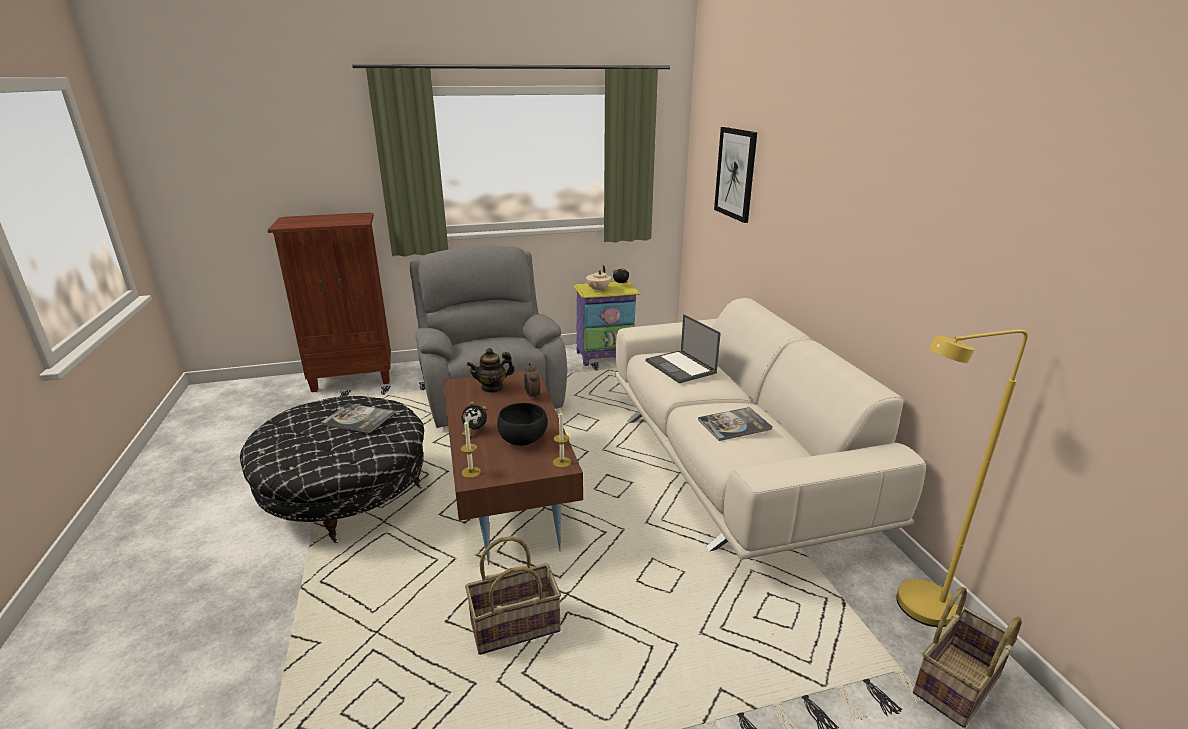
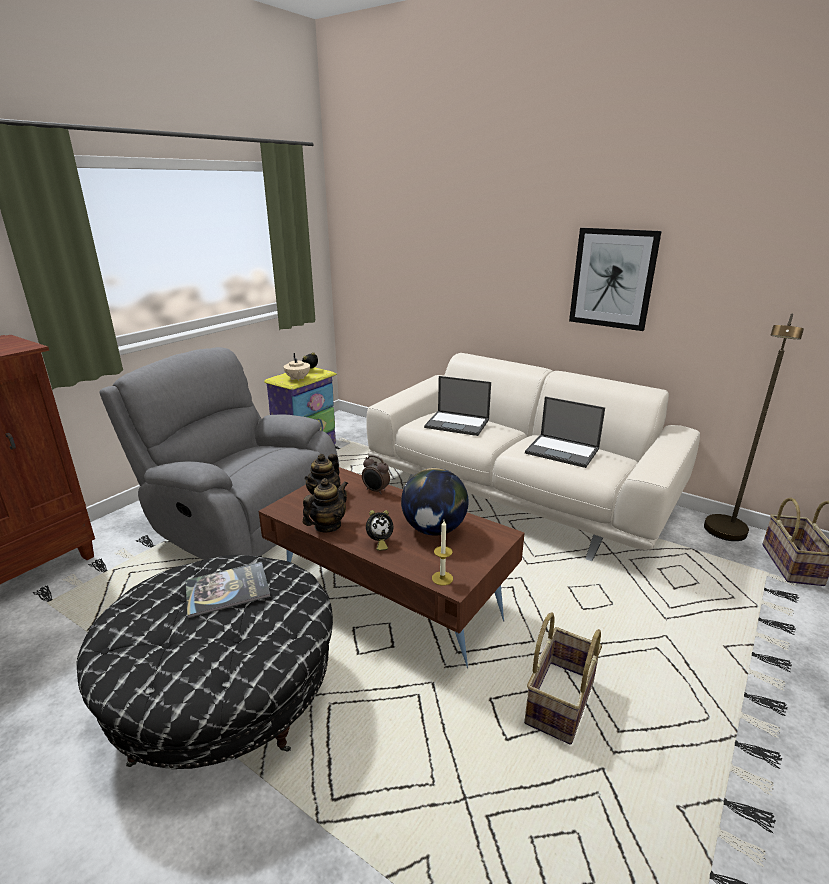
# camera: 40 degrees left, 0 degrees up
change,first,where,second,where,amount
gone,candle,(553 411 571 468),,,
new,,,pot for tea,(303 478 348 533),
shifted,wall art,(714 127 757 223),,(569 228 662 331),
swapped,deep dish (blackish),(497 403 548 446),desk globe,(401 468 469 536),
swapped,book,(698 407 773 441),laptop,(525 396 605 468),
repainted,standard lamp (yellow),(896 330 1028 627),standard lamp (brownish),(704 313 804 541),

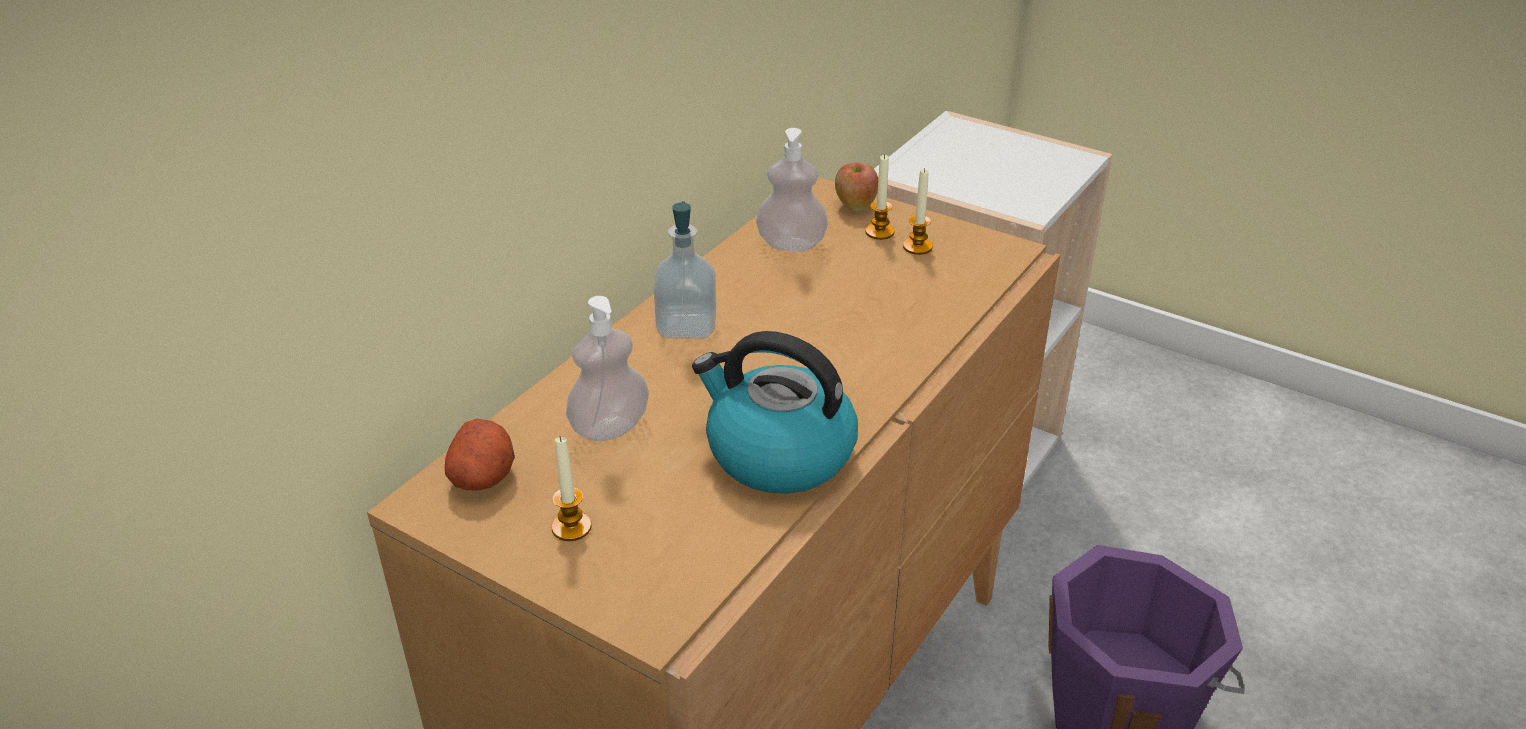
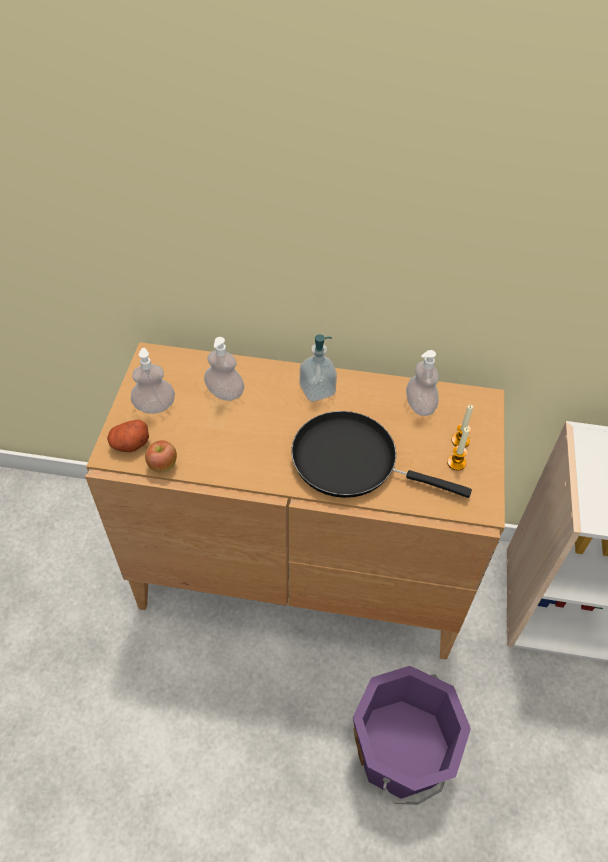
# camera: 65 degrees right, 15 degrees up
change,first,where,second,where,amount
gone,tea kettle,(692 331 858 493),,,
new,,,skillet (blackish),(291 411 472 498),
shifted,spud,(445 419 515 490),,(107 420 149 452),
shifted,apple fruit,(835 162 878 212),,(145 440 177 472),
swapped,candle,(551 436 592 541),liquid soap bottle,(131 348 175 414),

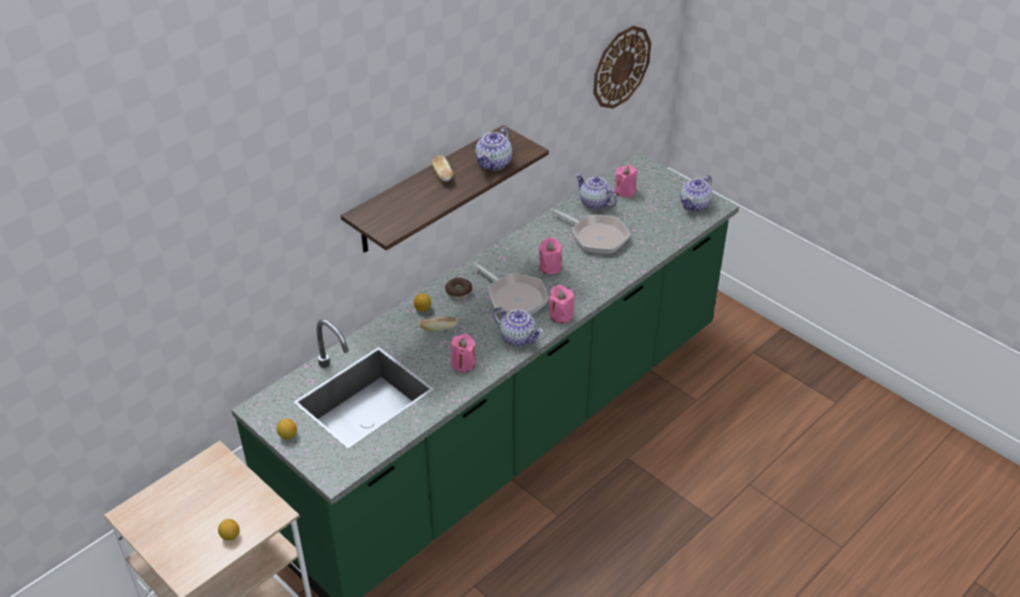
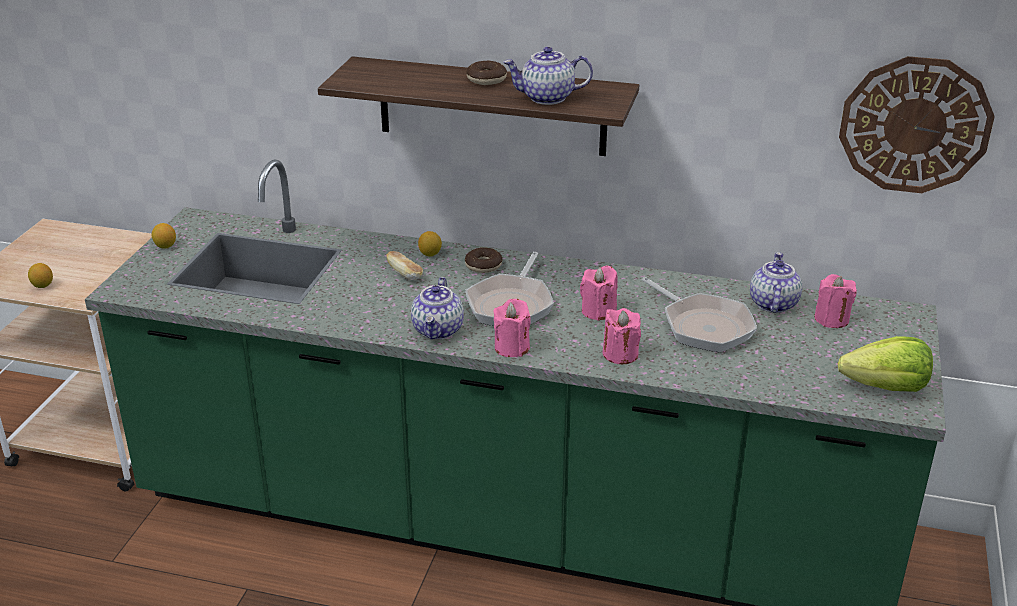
# camera: 60 degrees right, 10 degrees down
change,first,where,second,where,amount
shifted,candle (pink),(450 334 476 372),,(603 308 641 364),
swapped,baked bread,(432 155 453 182),ring doughnut,(466 61 507 85),
swapped,pot for tea,(680 175 713 211),lettuce head,(838 336 933 392),
rotated,skillet,(551 208 631 254),,(642 277 757 352),45 degrees counterclockwise

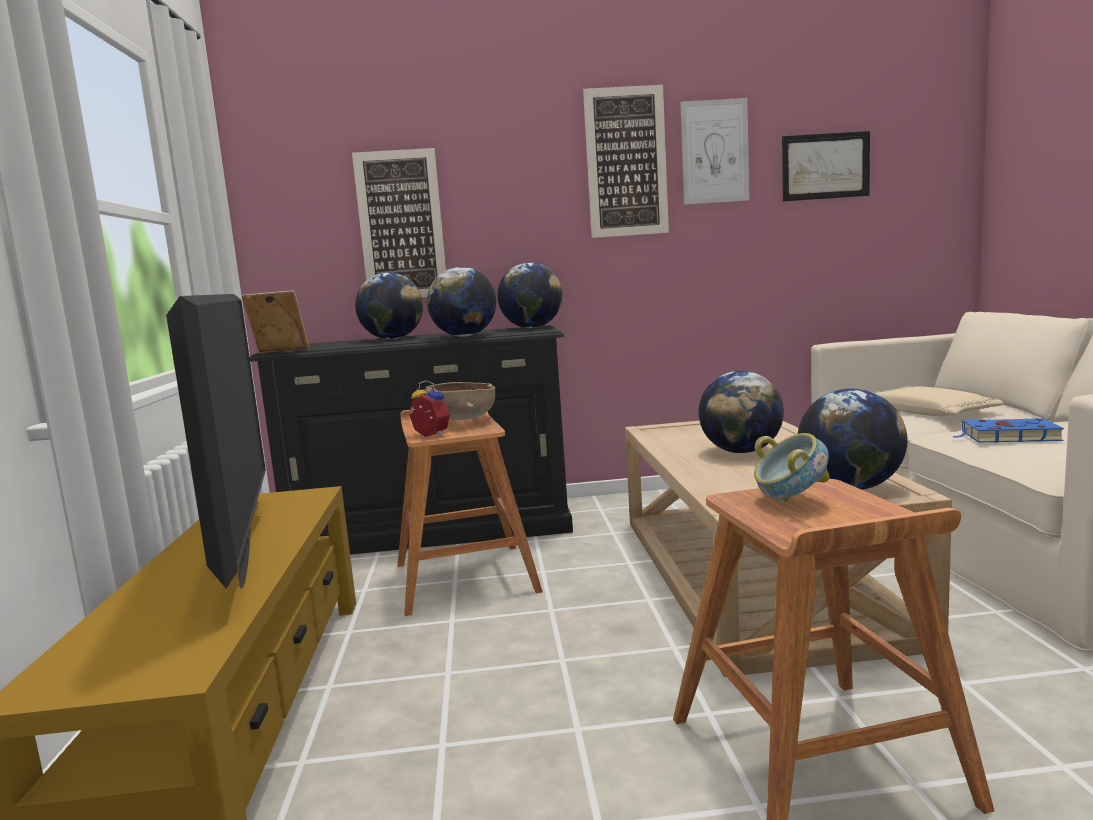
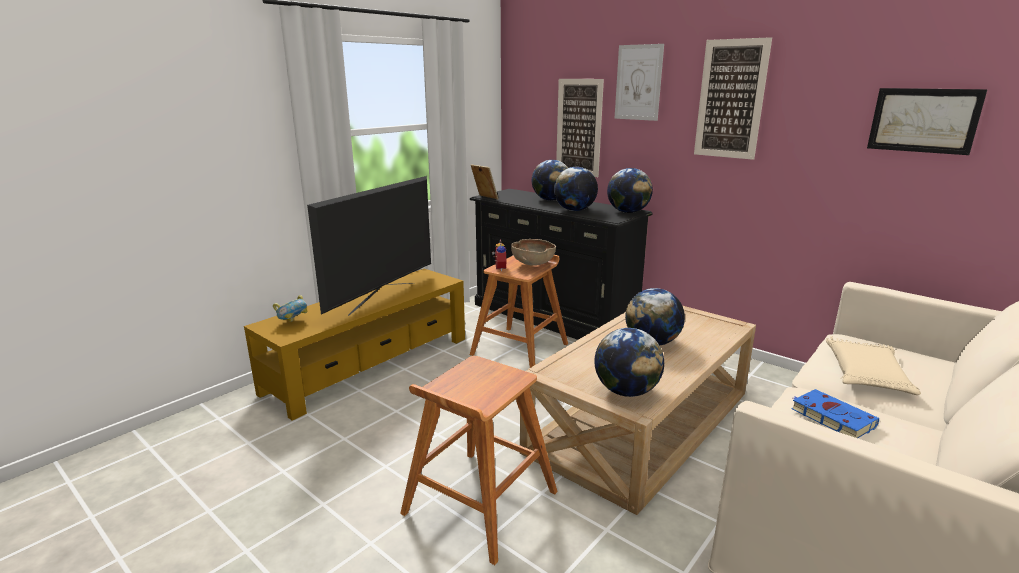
# camera: 45 degrees right, 10 degrees up
change,first,where,second,where,amount
shifted,wall art,(680 98 749 205),,(614 44 664 121),
shifted,deep dish,(754 433 830 503),,(273 295 308 322),

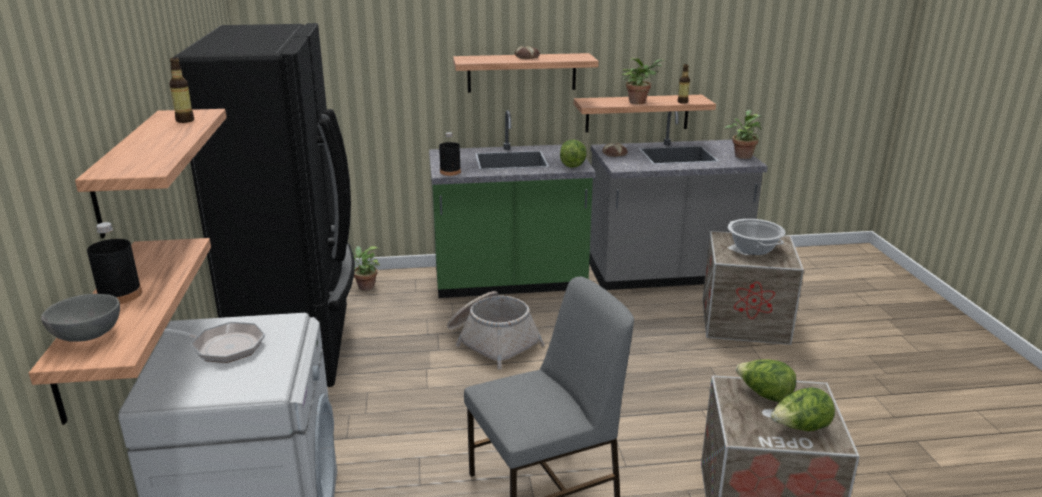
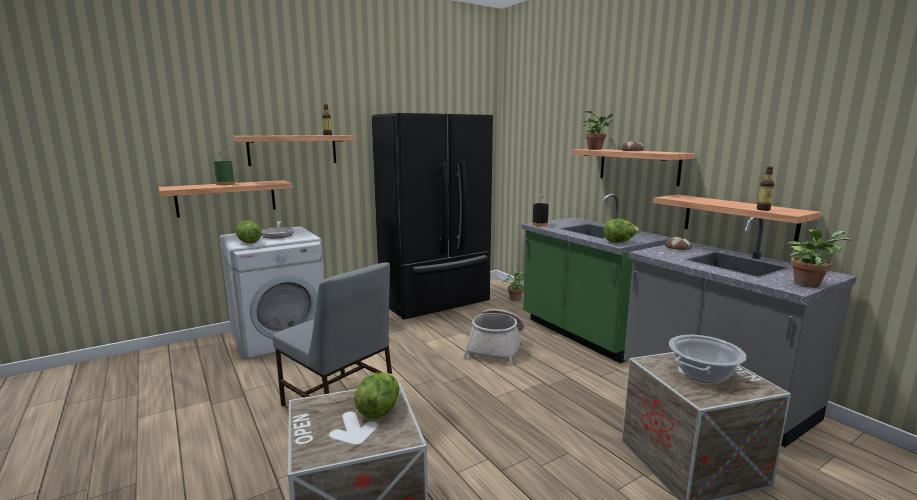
# camera: 65 degrees right, 10 degrees down
change,first,where,second,where,amount
gone,deep dish (gray),(41 294 120 342),,,
shifted,houseplant,(622 58 665 104),,(582 111 615 150),
shifted,lettuce head,(771 387 835 431),,(236 220 262 244),
repainted,bottle (blackish),(87 222 142 304),bottle (green-coloured),(214 151 235 185),

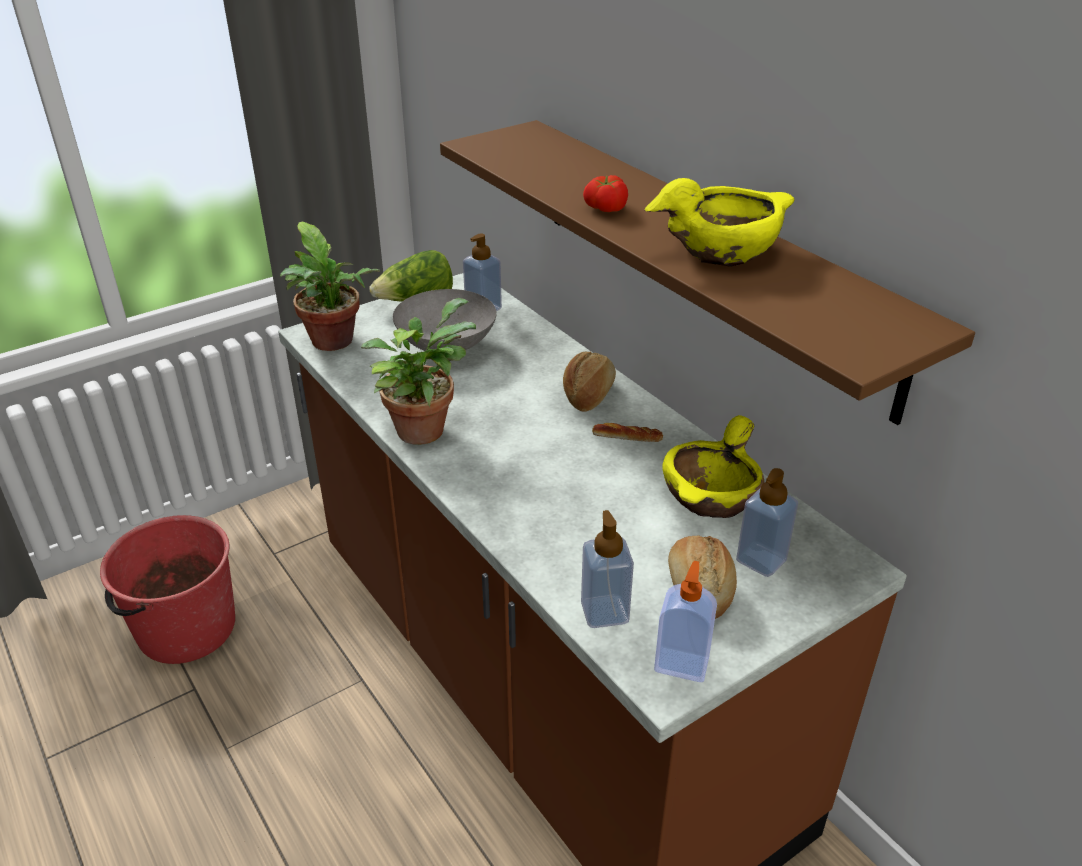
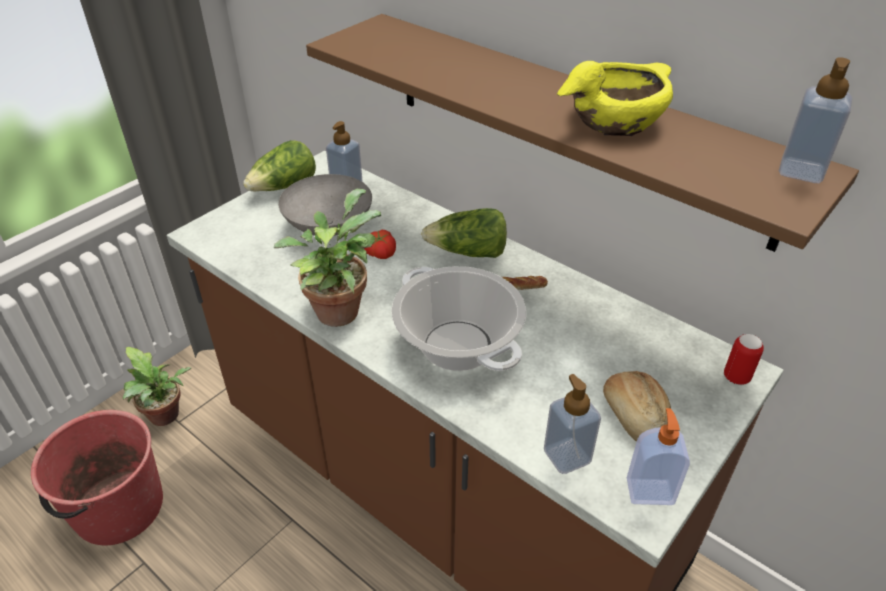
# camera: 15 degrees left, 5 degrees up
change,first,where,second,where,amount
gone,deep dish (yellow),(662 415 764 518),,,
new,,,saucepot,(391 266 526 371),
new,,,sealed can,(724 334 764 385),
shifted,houseplant,(280 221 380 351),,(123 347 191 426),
shifted,tomato,(583 175 628 212),,(364 230 396 259),
shifted,liquid soap bottle,(736 468 798 577),,(779 57 852 183),
swapped,baked bread,(563 351 616 412),lettuce head,(421 208 507 258),

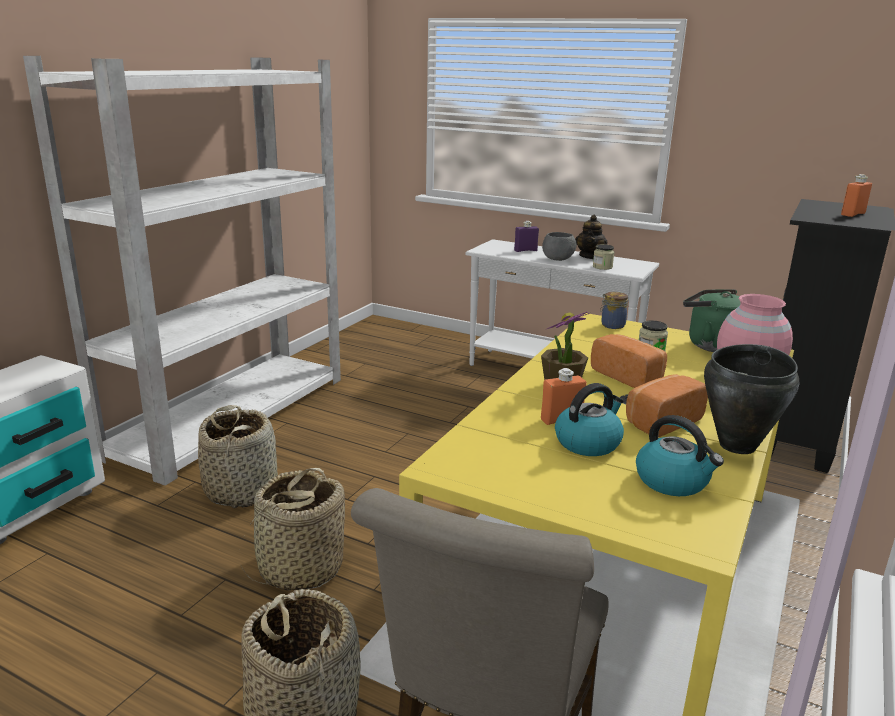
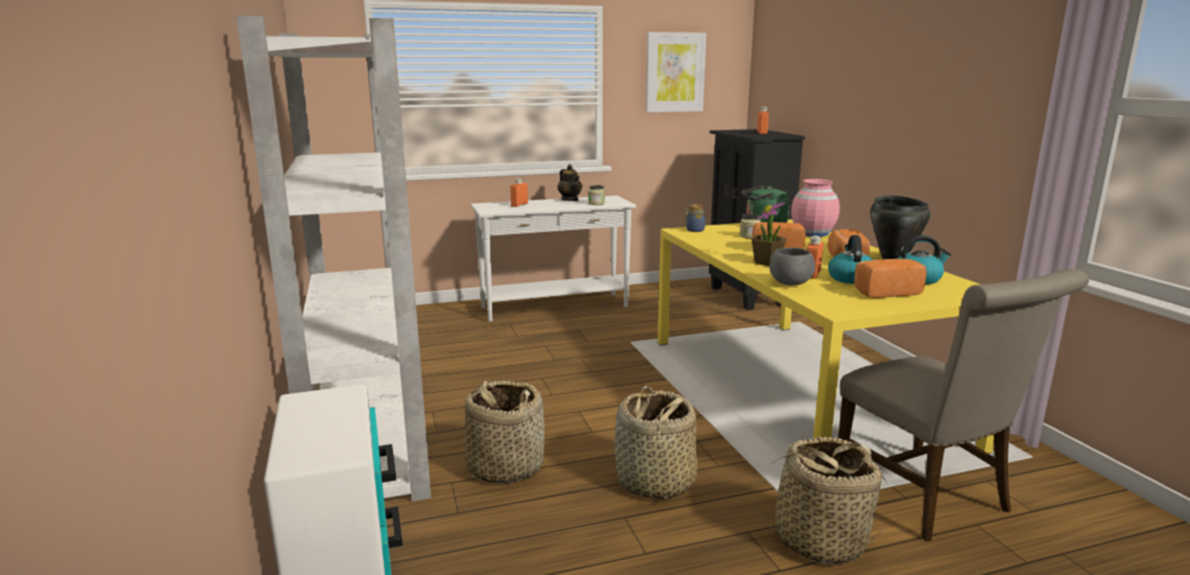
# camera: 45 degrees left, 5 degrees down
change,first,where,second,where,amount
new,,,wall art,(646 32 707 113),
new,,,baked bread,(854 259 927 298),
shifted,deep dish (gray),(542 232 577 261),,(769 248 815 286),
repainted,bottle (purplish),(514 221 539 252),bottle (orange),(510 178 528 207),

